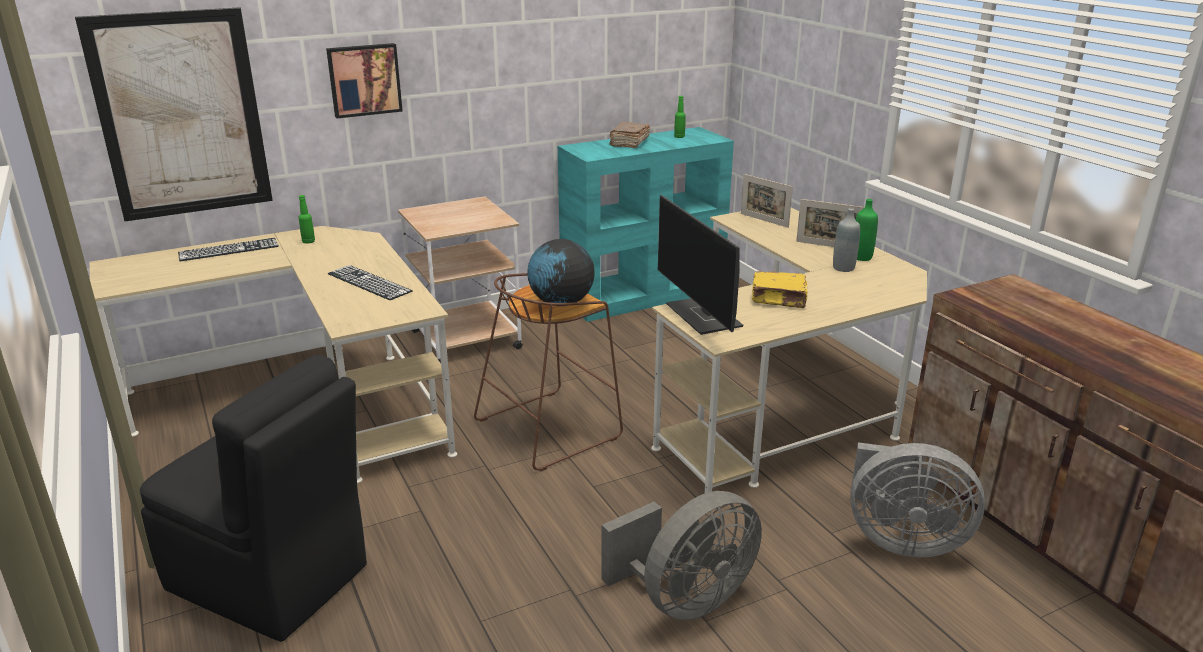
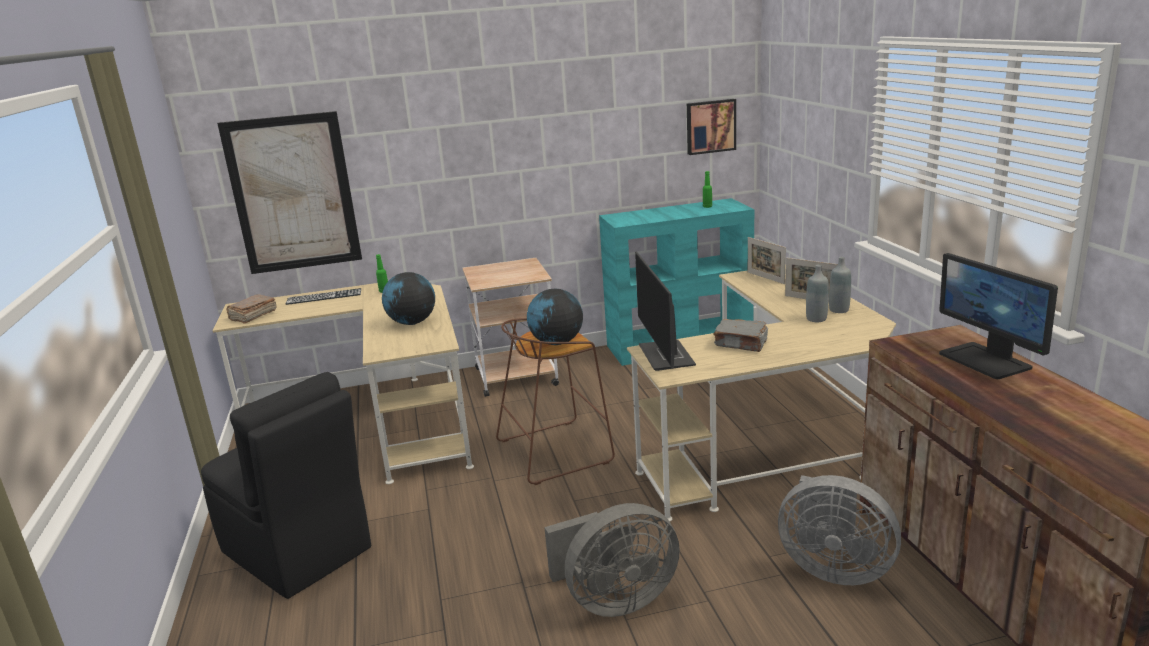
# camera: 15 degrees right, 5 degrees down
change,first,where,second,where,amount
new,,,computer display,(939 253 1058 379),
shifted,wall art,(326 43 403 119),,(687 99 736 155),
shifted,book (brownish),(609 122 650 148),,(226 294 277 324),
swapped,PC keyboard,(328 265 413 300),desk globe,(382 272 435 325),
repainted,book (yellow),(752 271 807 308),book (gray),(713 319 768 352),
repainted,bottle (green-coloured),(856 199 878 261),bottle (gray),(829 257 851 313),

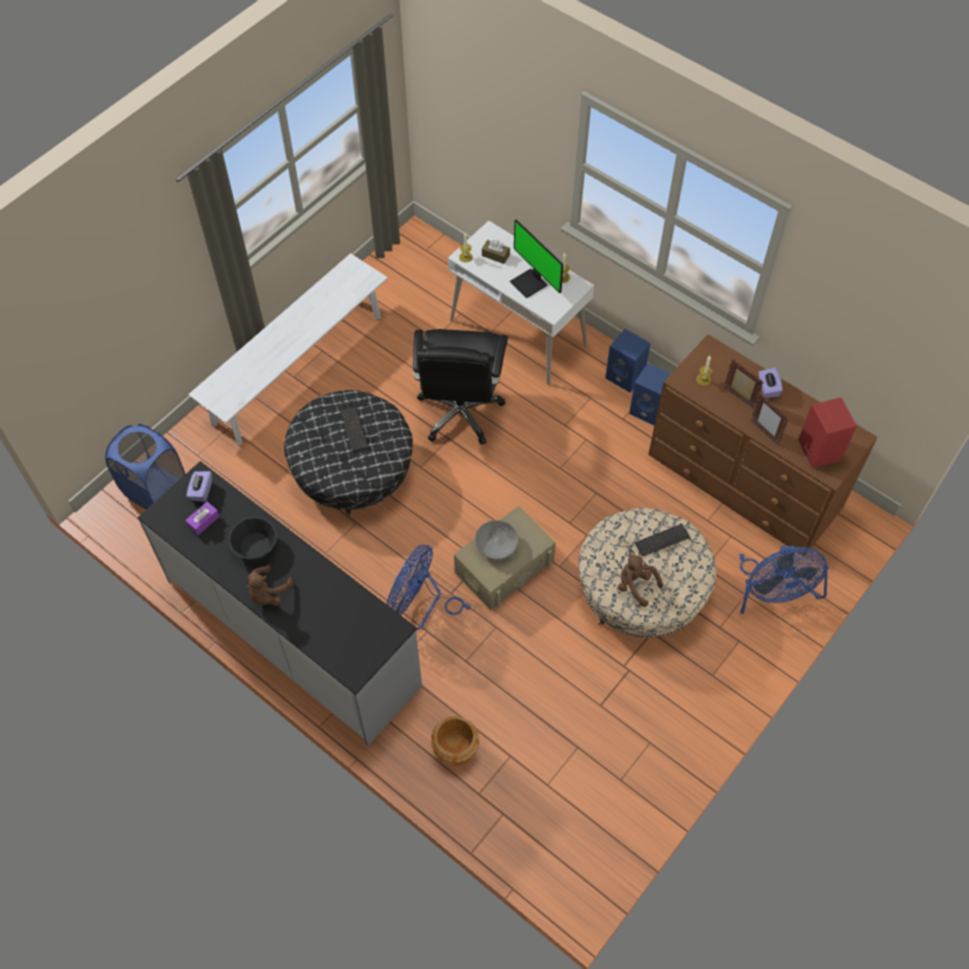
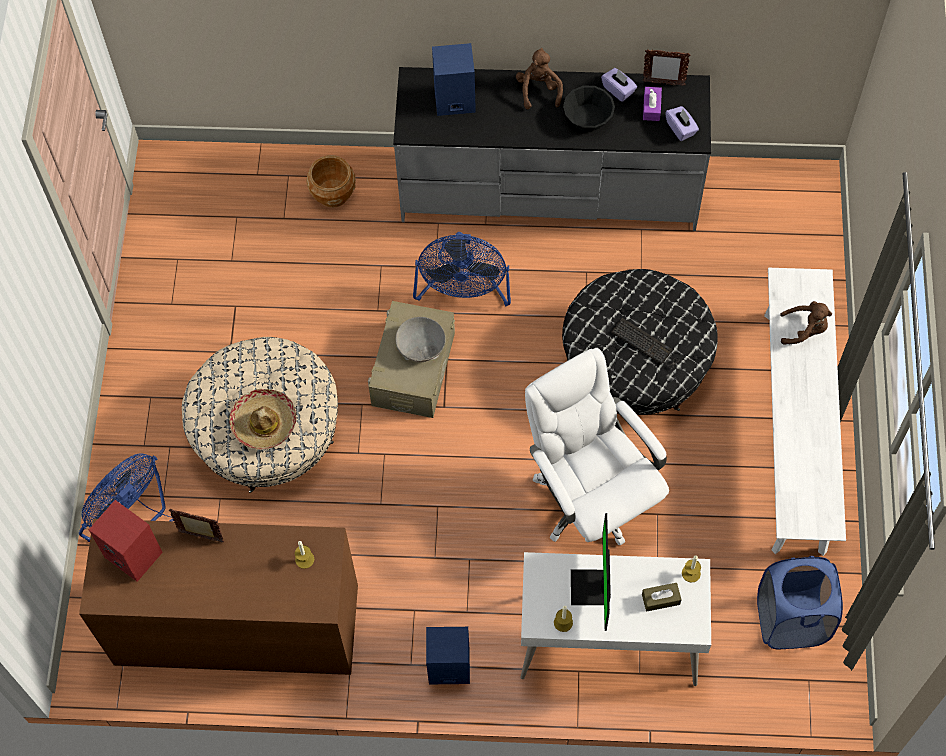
# camera: 145 degrees right, 5 degrees up
change,first,where,second,where,amount
shifted,laundry basket (blue-coloured),(105 424 185 509),,(757 556 843 649),
shifted,soft toy (brownish),(618 555 663 607),,(780 301 832 344),
shifted,speaker (blue-coloured),(629 363 671 426),,(432 43 476 116),
shifted,picture frame,(724 359 764 408),,(643 49 690 86),
shifted,tissue holder (purplish),(758 367 783 398),,(601 68 637 102),
swapped,PC keyboard,(616 524 690 557),clothing hat,(229 389 296 450),
repainted,office chair (blackish),(413 329 508 445),office chair (whitish),(525 348 669 545),
rotated,fan (blue-coloured),(386 545 471 630),,(413 232 511 306),105 degrees clockwise
rotated,computer display,(510 219 564 298),,(571 513 611 631),105 degrees counterclockwise

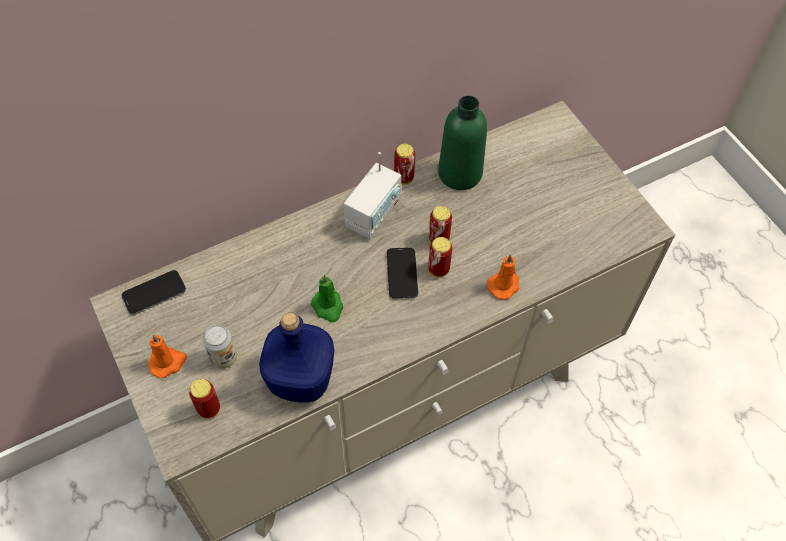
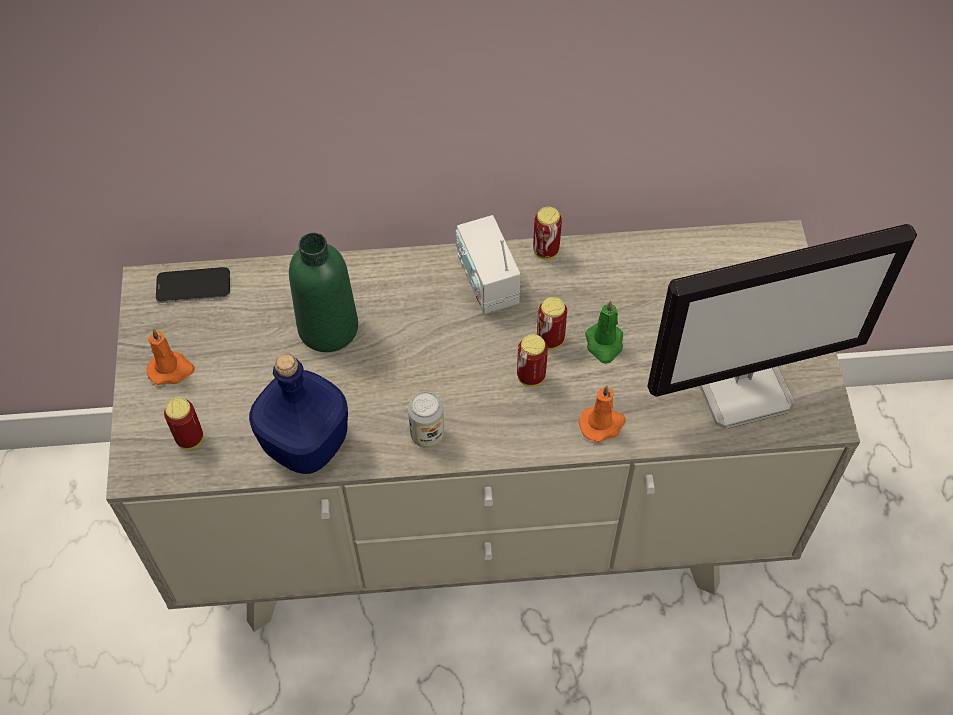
# camera: 25 degrees right, 0 degrees up
change,first,where,second,where,amount
gone,telephone,(386 247 418 299),,,
new,,,computer display,(647 224 917 429),
shifted,sealed can,(203 325 237 369),,(408 391 444 448),
shifted,candle (green-coloured),(311 275 343 322),,(585 300 623 364),
shifted,bottle (green-coloured),(438 95 487 190),,(289 233 358 352),
rotated,radio set,(344 152 401 239),,(456 215 521 314),105 degrees clockwise

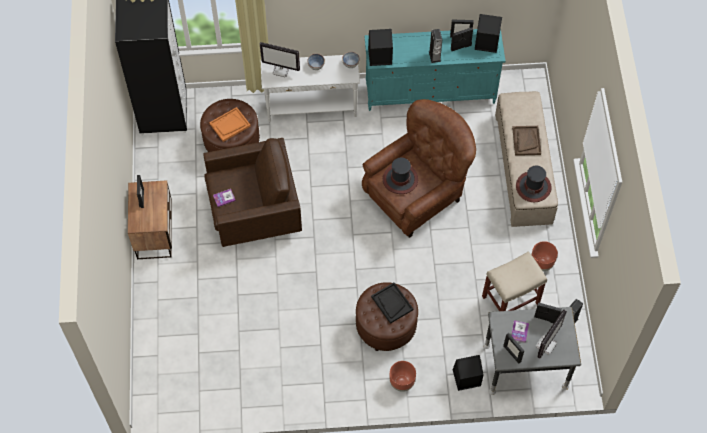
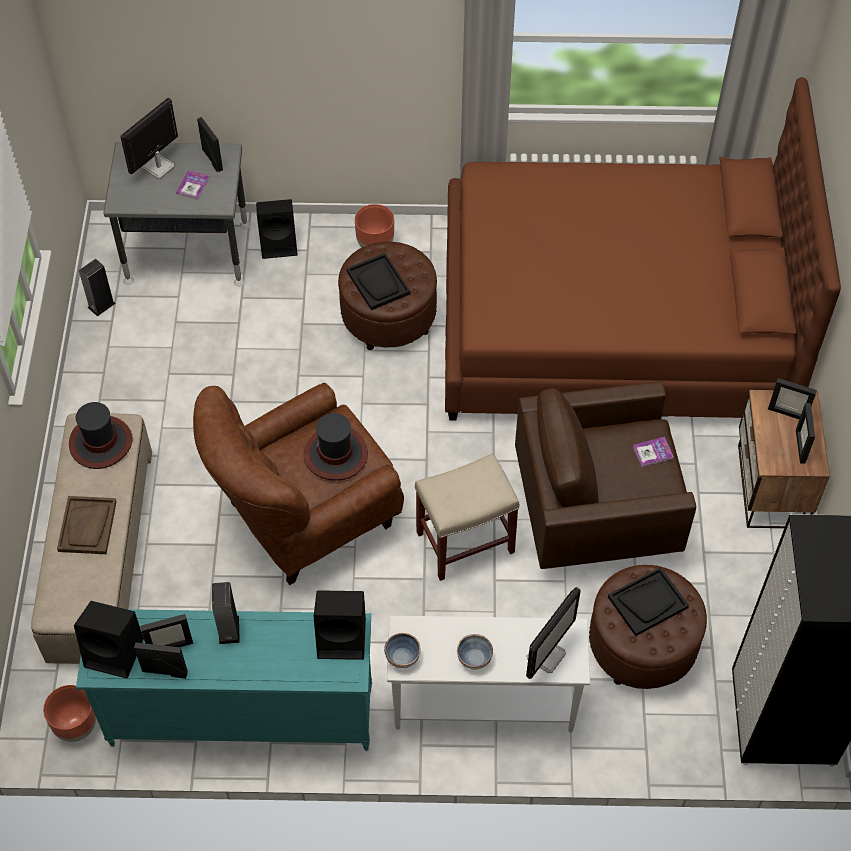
# camera: 175 degrees left, 5 degrees down
change,first,where,second,where,amount
new,,,bed (brownish),(445 77 841 421),
shifted,sitting stool (sand-coloured),(482 251 547 311),,(415 453 519 581),
shifted,flower pot (brownish),(531 241 558 271),,(43 685 96 742),
shifted,picture frame,(534 302 562 323),,(768 378 817 419),
repainted,serving tray (orange),(209 107 251 142),serving tray (blackish),(608 567 689 636),
rotated,computer display,(260 42 300 77),,(526 587 581 679),105 degrees clockwise

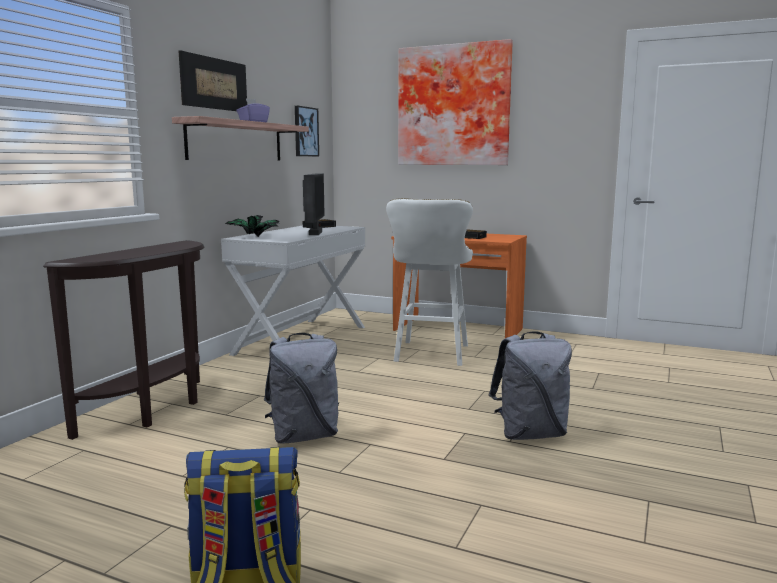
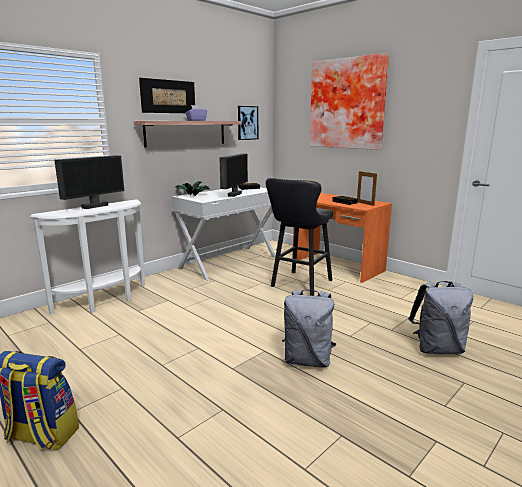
# camera: 20 degrees right, 5 degrees up
change,first,where,second,where,amount
new,,,computer display,(54 155 124 209),
new,,,picture frame,(357 171 377 206),
shifted,knapsack (gray),(264 333 339 444),,(408 281 473 354),
repainted,narrow table (brownish),(43 240 204 440),narrow table (whitish),(30 199 145 314),
repainted,sitting stool (whitish),(386 198 473 366),sitting stool (blackish),(266 177 333 296),

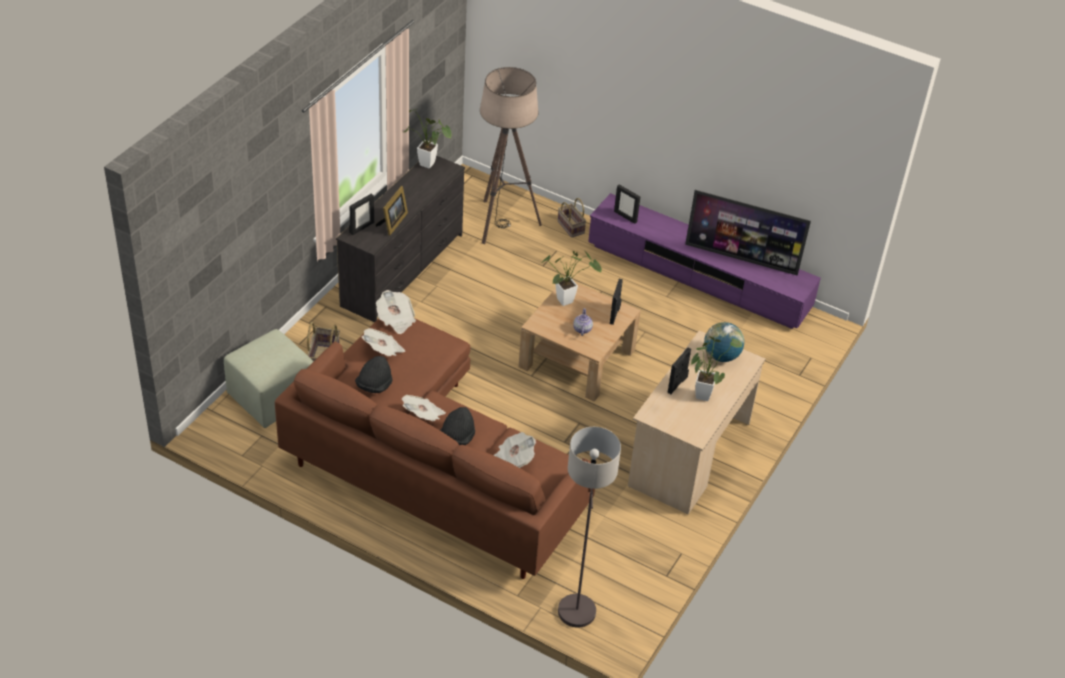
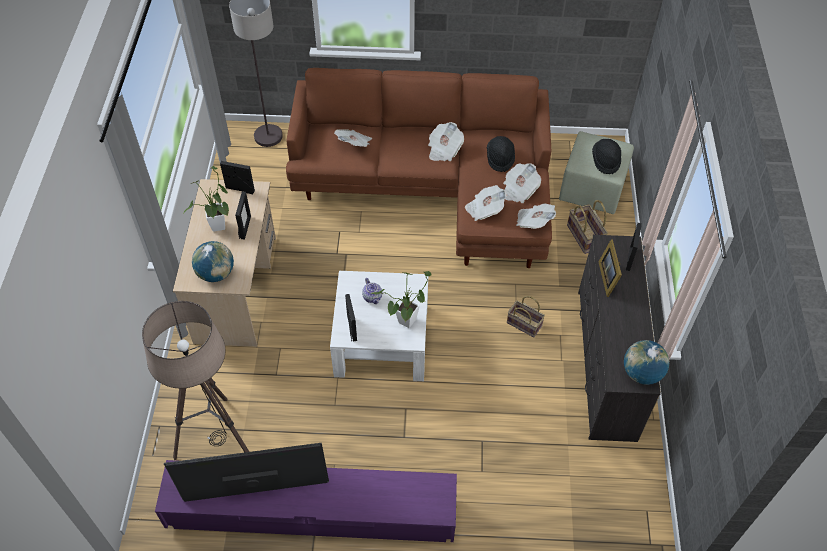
# camera: 155 degrees right, 10 degrees up
change,first,where,second,where,amount
new,,,newspaper,(465 185 507 221),
shifted,clothing hat (blackish),(440 407 475 445),,(592 139 621 174),
shifted,standard lamp,(480 67 542 244),,(142 301 249 460),
shifted,household basket,(557 198 587 238),,(507 296 545 337),
shifted,picture frame,(614 185 640 224),,(220 161 255 194),
swapped,houseplant,(404 109 451 169),desk globe,(624 340 669 385),
repainted,low table (brownish),(519 282 641 402),low table (whitish),(330 271 428 381),

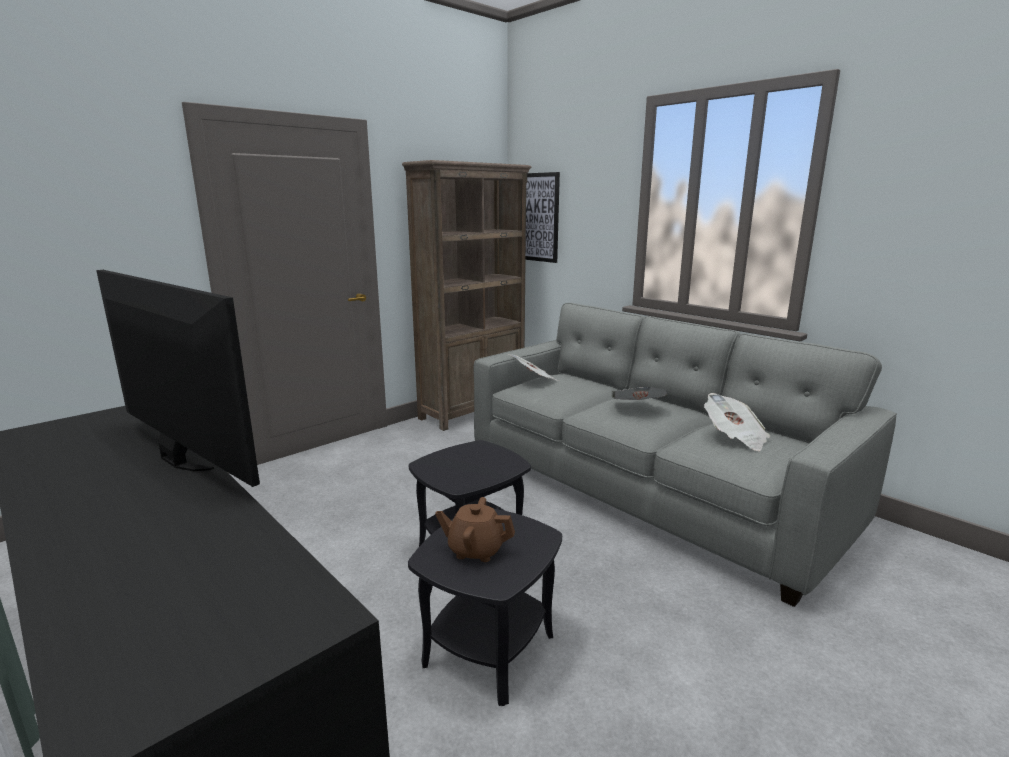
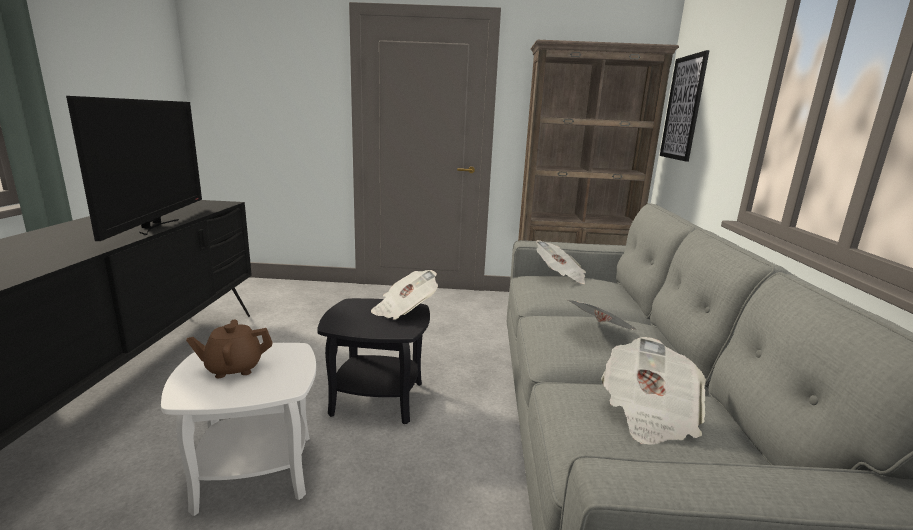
# camera: 45 degrees right, 0 degrees up
change,first,where,second,where,amount
new,,,newspaper,(371 270 438 320),
repainted,accent table (blackish),(408 509 562 706),accent table (whitish),(161 343 316 516),
rotated,pot for tea (brownish),(435 497 515 562),,(186 320 273 378),75 degrees counterclockwise

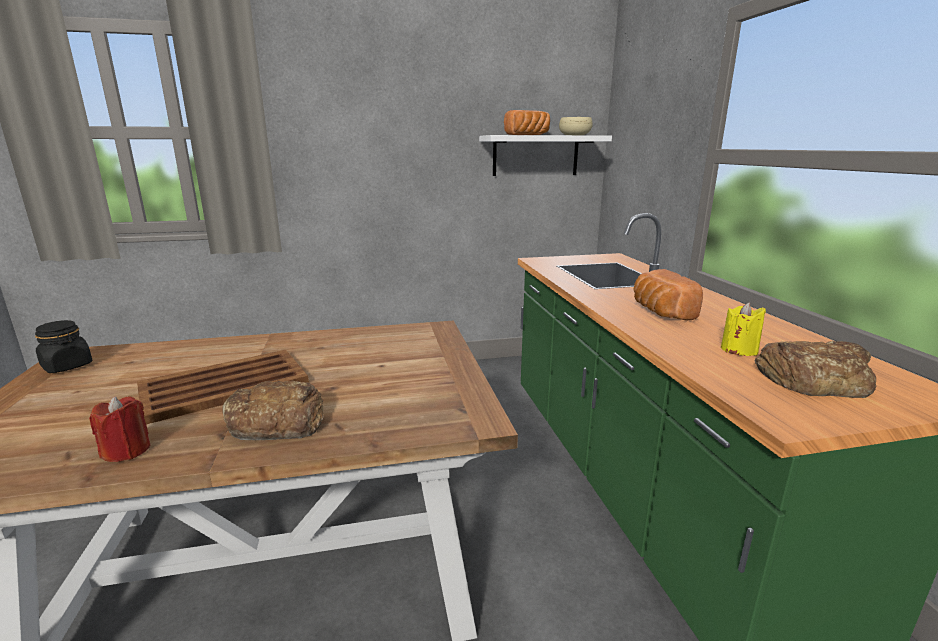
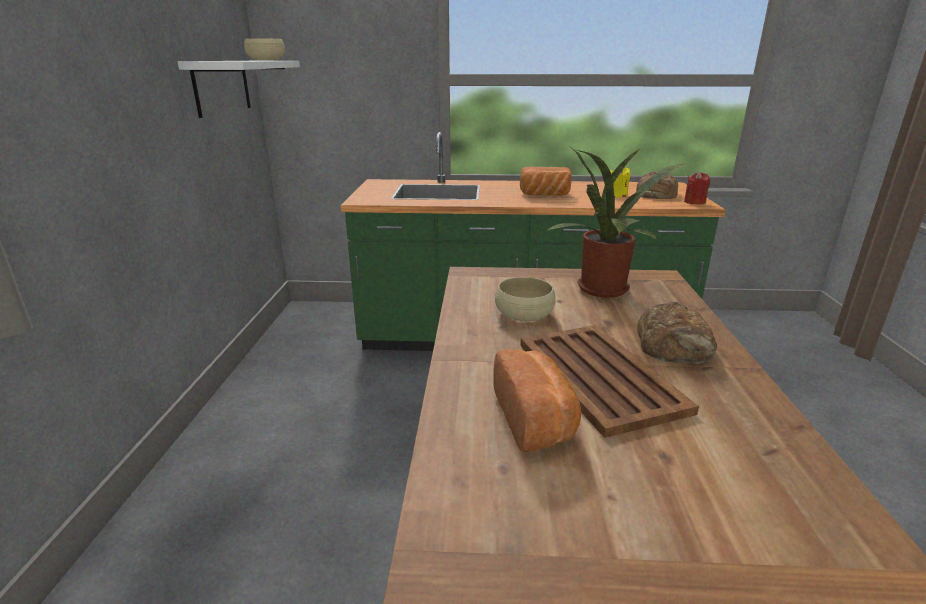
# camera: 75 degrees left, 5 degrees up
change,first,where,second,where,amount
gone,preserve jar (blackish),(35 320 92 373),,,
new,,,deep dish (sand-coloured),(495 277 556 321),
new,,,houseplant,(547 146 685 298),
shifted,candle (red),(89 396 150 462),,(684 172 710 204),
shifted,baked bread,(504 110 550 135),,(493 349 581 452),

